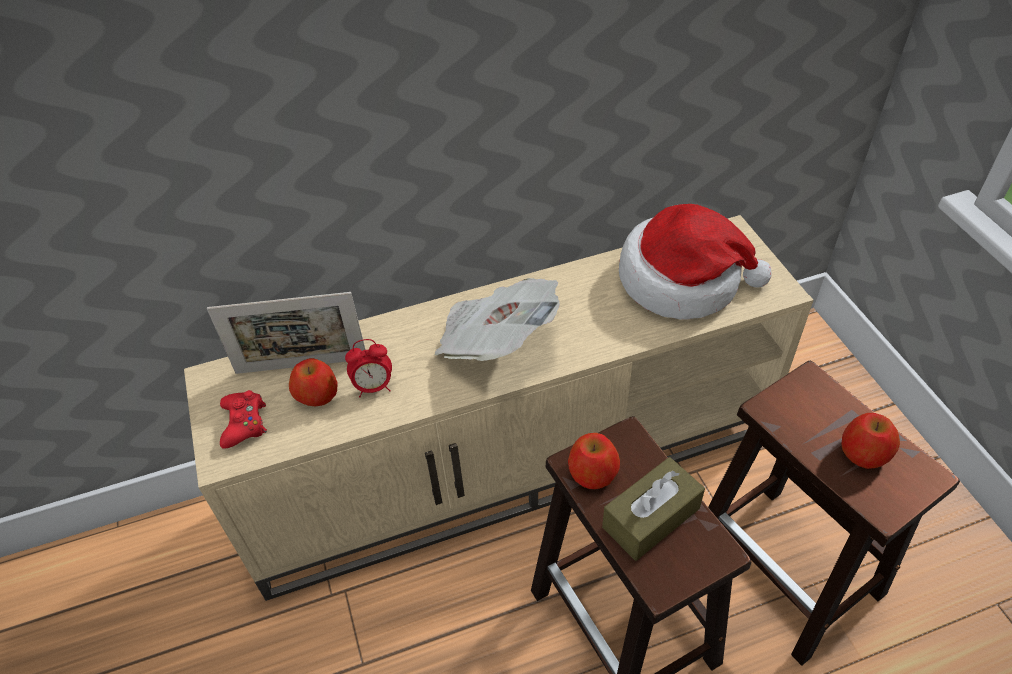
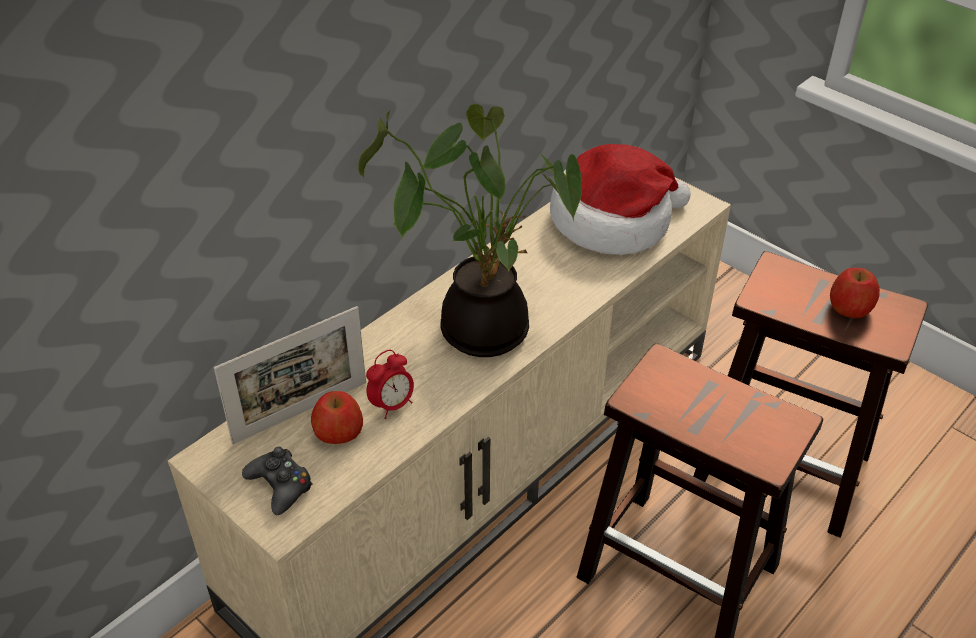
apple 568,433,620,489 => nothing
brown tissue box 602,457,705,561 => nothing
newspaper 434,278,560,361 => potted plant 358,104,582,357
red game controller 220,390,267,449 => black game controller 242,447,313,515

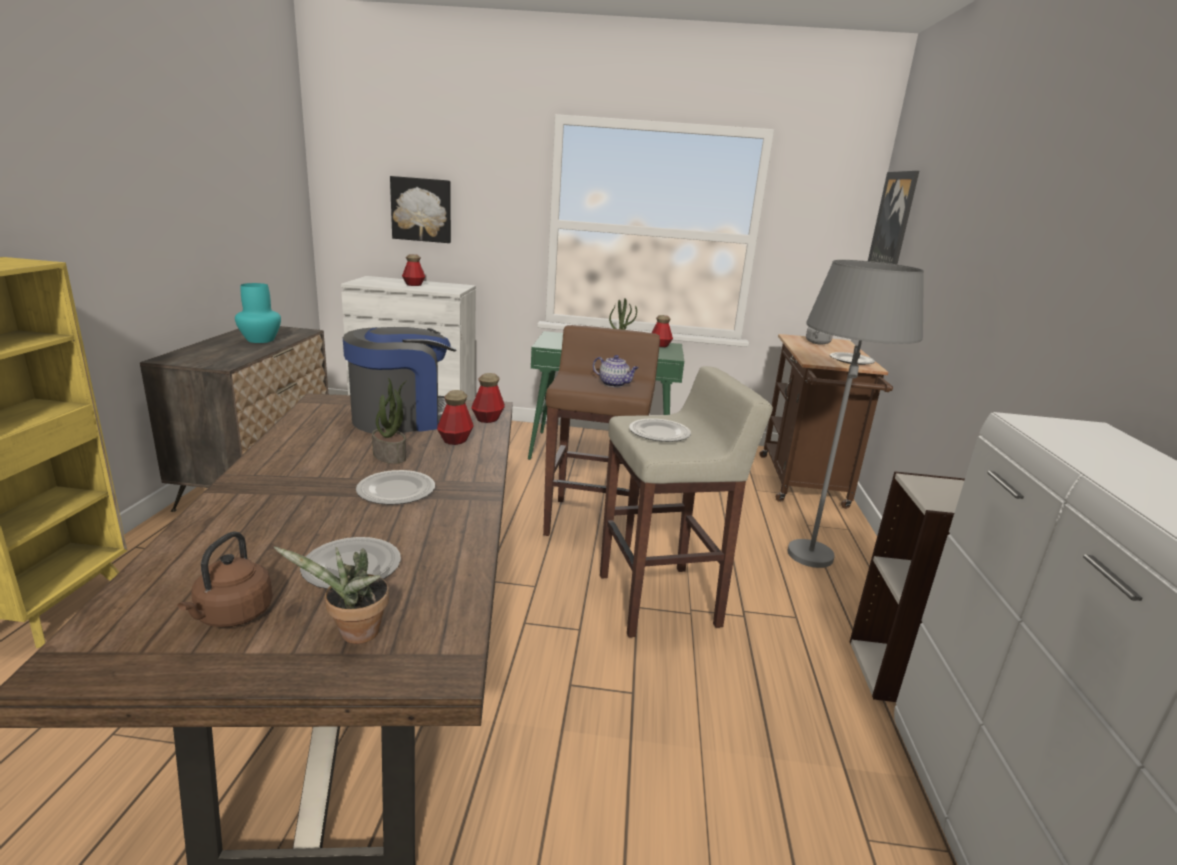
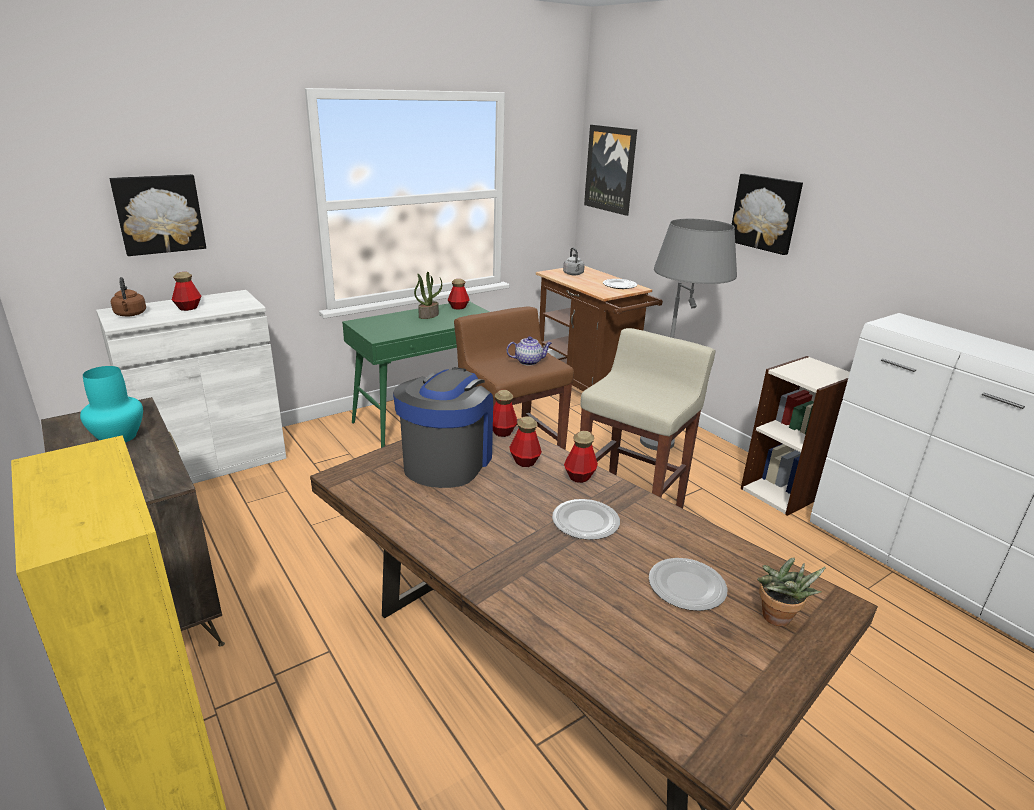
potted plant 372,378,407,464 => nothing
plate 629,418,691,442 => nothing
nothing => bottle 564,431,598,483
nothing => picture 732,174,803,255
brown kettle 177,531,273,627 => brown kettle 111,277,146,316, shifted

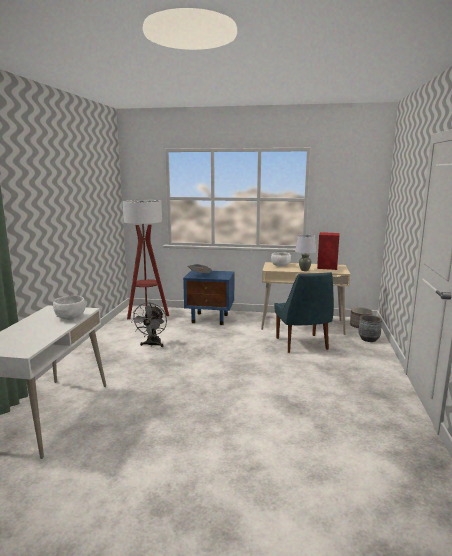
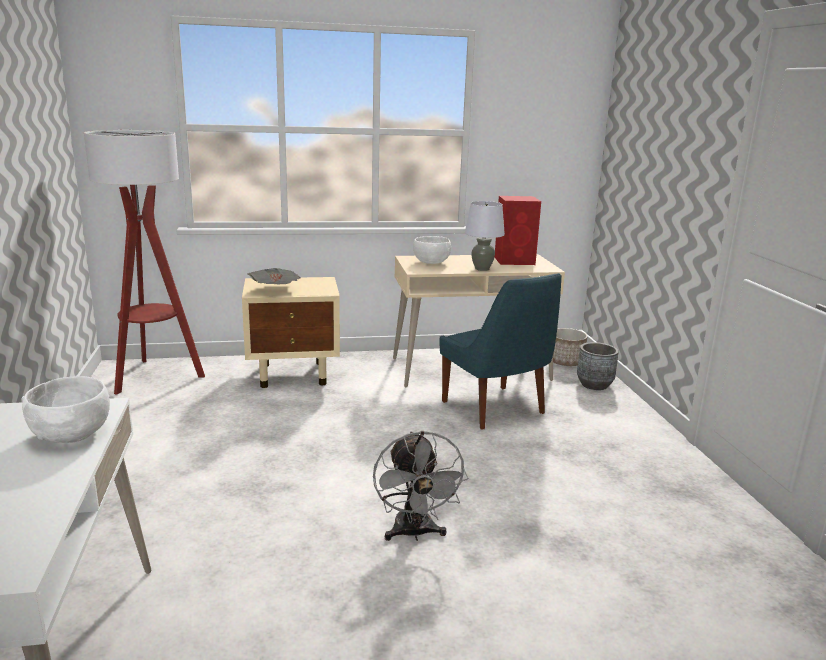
grey fan 131,302,167,347 => grey fan 373,431,468,541, shifted
blue nightstand 183,270,235,325 => beige nightstand 242,277,340,388

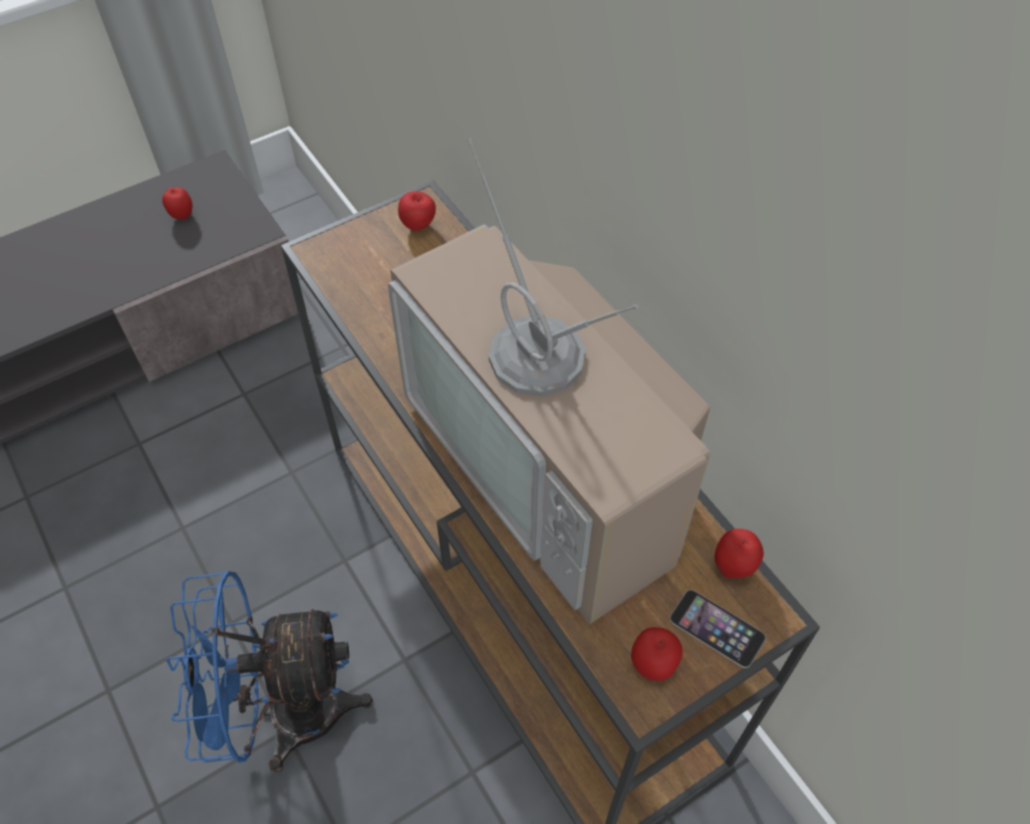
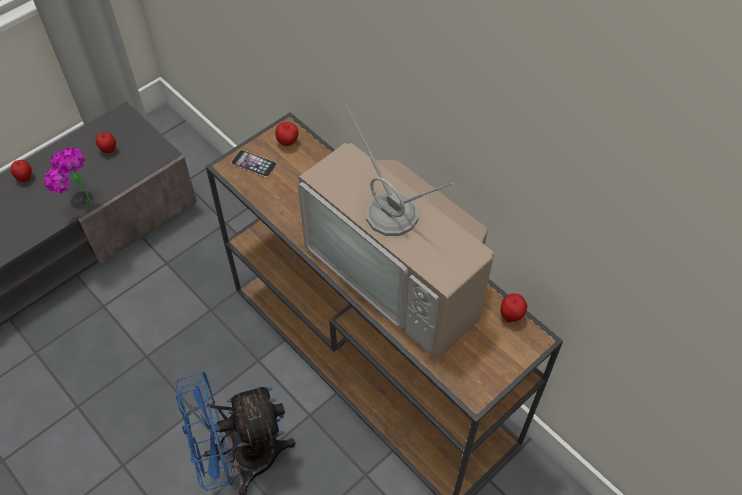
nothing => potted plant 44,147,92,205
apple 631,627,683,681 => apple 10,160,32,182, shifted
phone 670,590,766,668 => phone 231,150,277,177, shifted

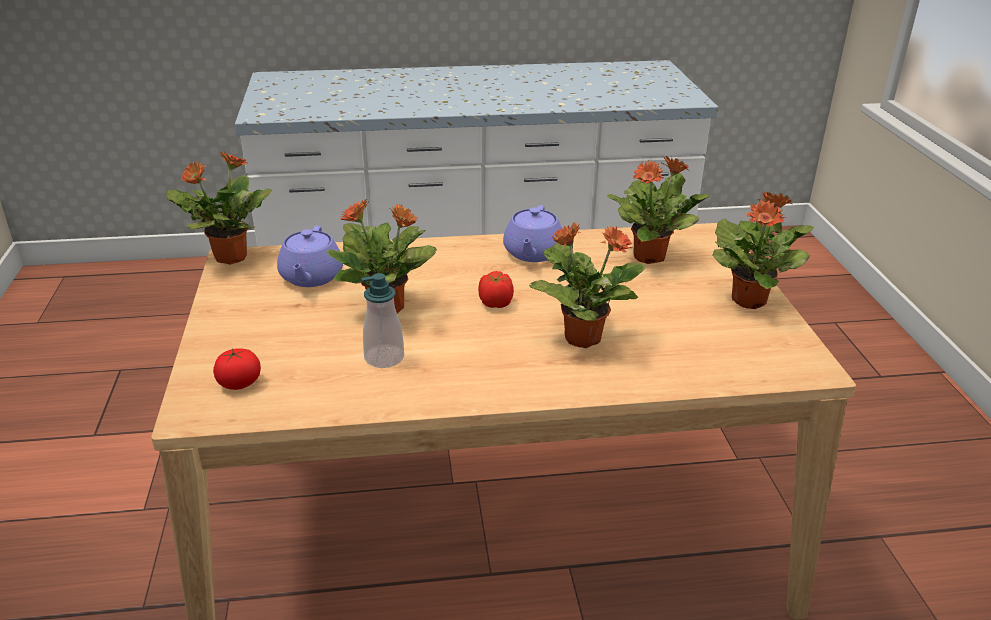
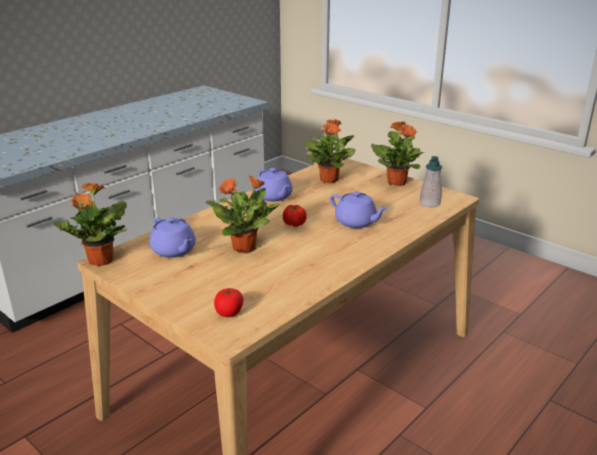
soap dispenser 361,273,404,368 => soap dispenser 420,156,442,207, shifted
potted plant 529,223,645,348 => purple teapot 330,191,388,228

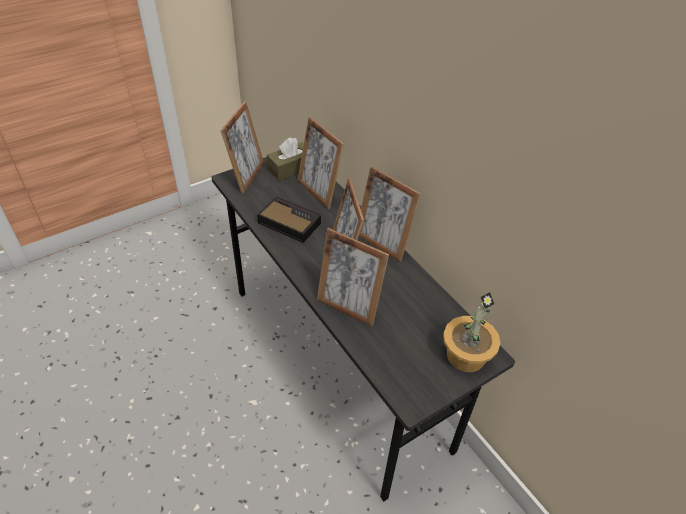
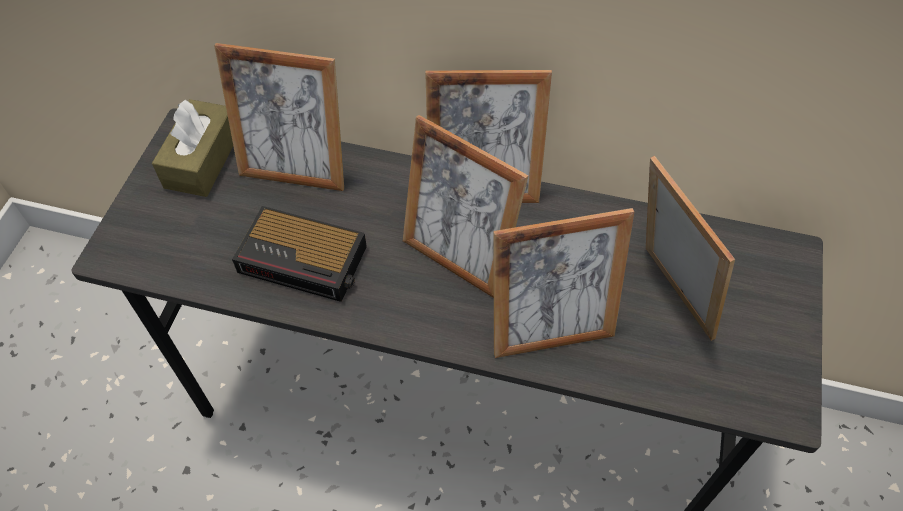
potted plant 443,292,500,372 => nothing
picture frame 220,101,264,194 => picture frame 646,156,735,341, shifted
alarm clock 257,196,321,243 => alarm clock 232,206,367,302, 150 degrees counterclockwise

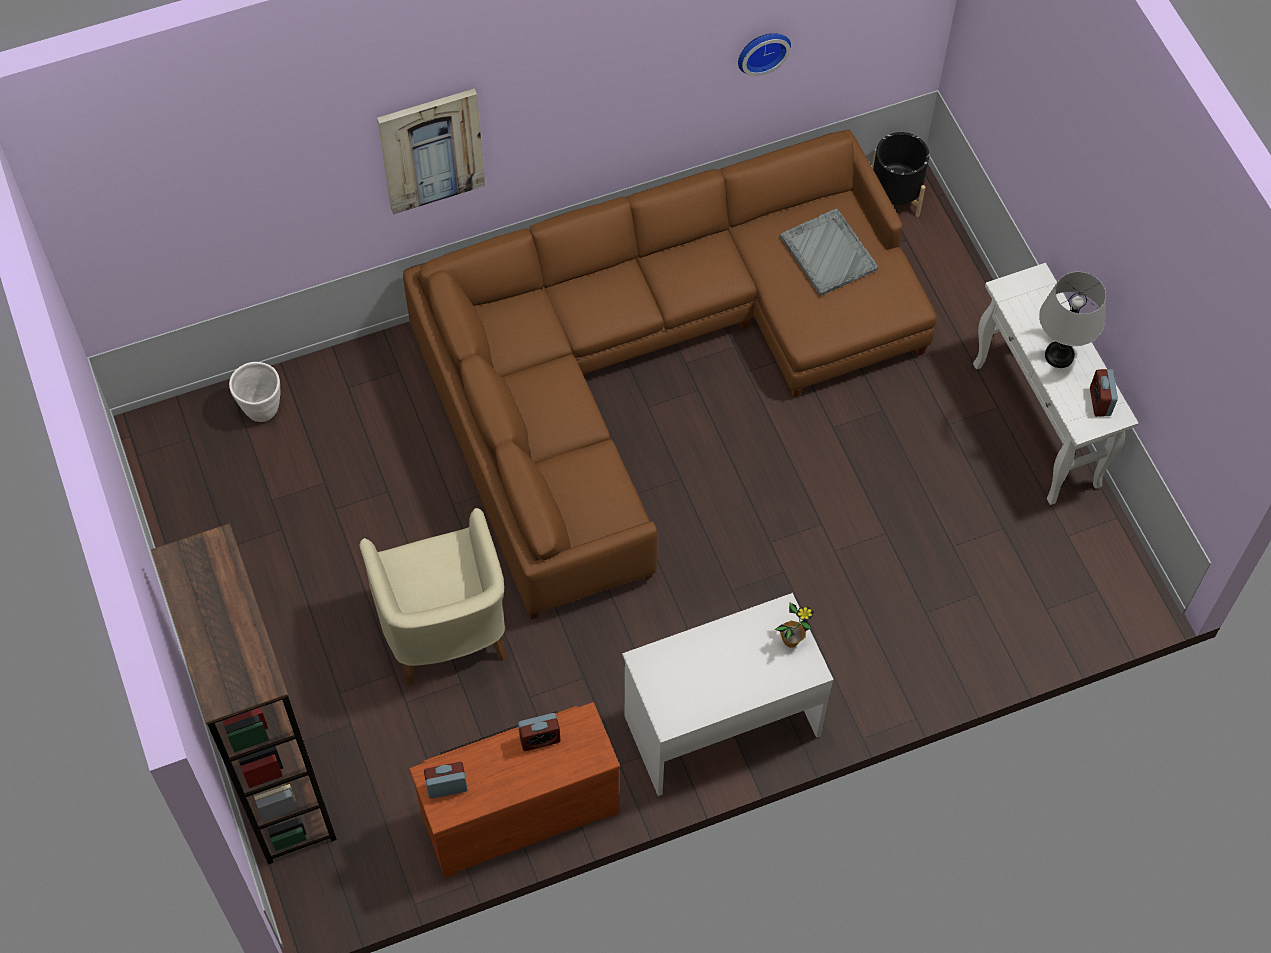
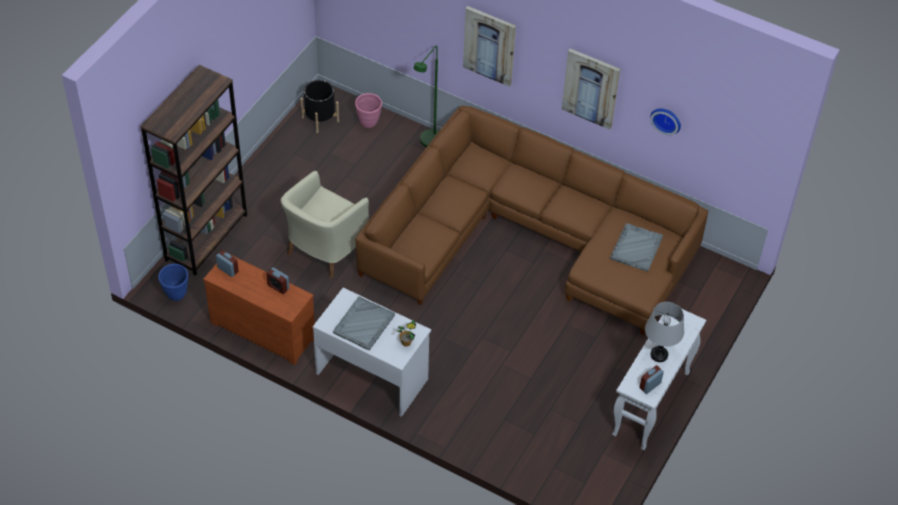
nothing => blue planter 158,264,188,301
nothing => grey tray 333,296,395,351
nothing => green floor lamp 414,46,439,147
nothing => picture 562,49,620,130
black planter 872,132,929,217 => black planter 300,80,339,133, shifted
white planter 229,362,280,422 => pink planter 355,93,382,128

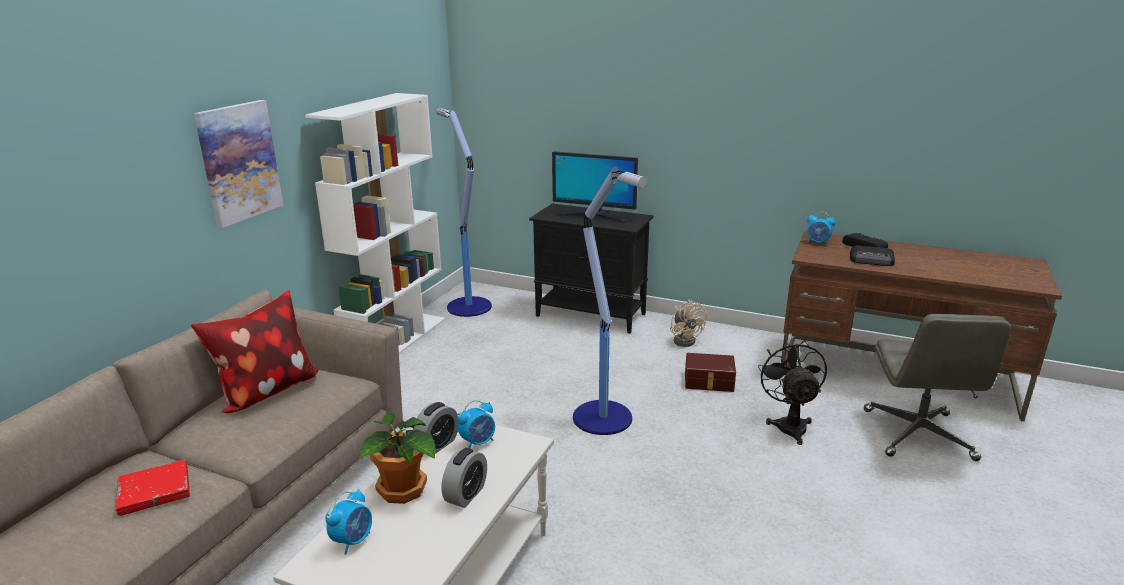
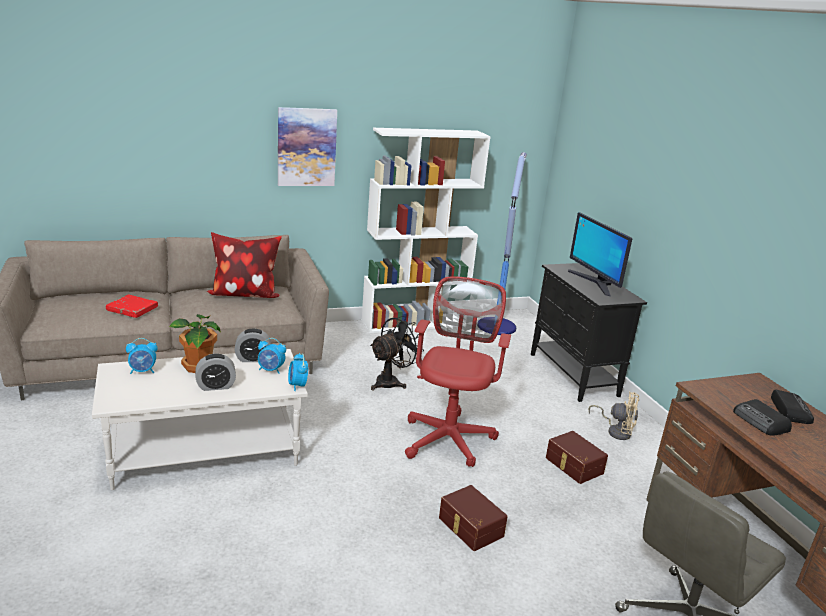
nothing => brown storage box 439,485,508,551
black fan 758,340,827,445 => black fan 370,316,424,391, shifted
alarm clock 807,212,835,246 => alarm clock 288,353,308,391, shifted
floor lamp 573,167,647,435 => red office chair 405,276,511,467
beige fan 670,300,707,347 => beige fan 589,392,639,440, 90 degrees counterclockwise

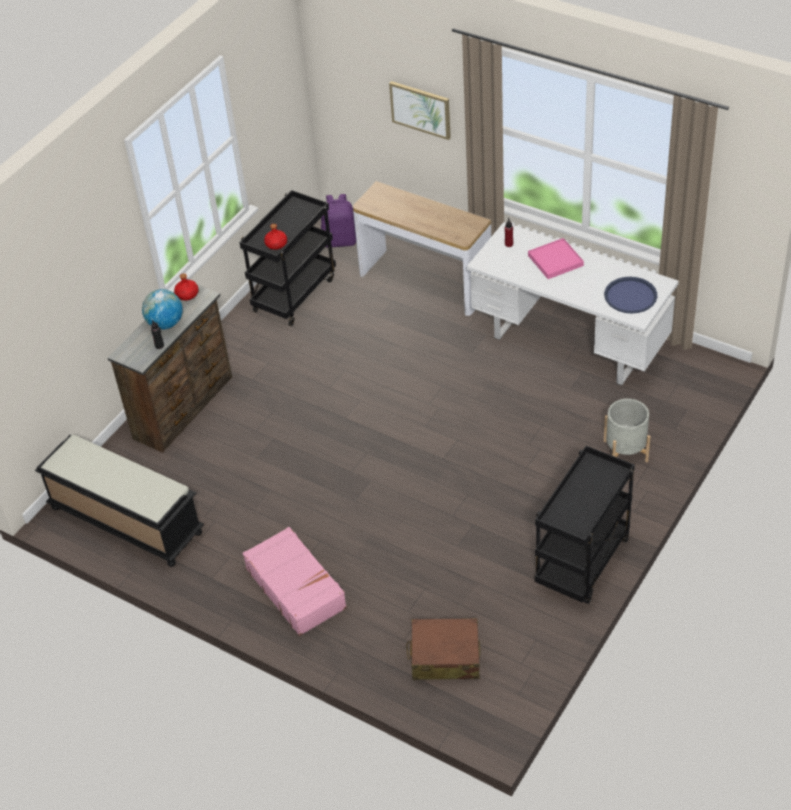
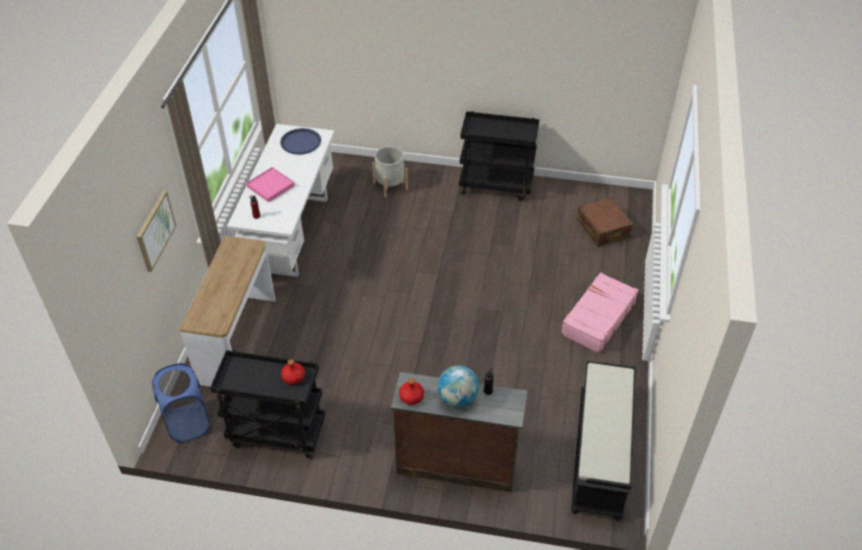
purple backpack 321,194,356,248 => blue laundry basket 151,363,210,443

